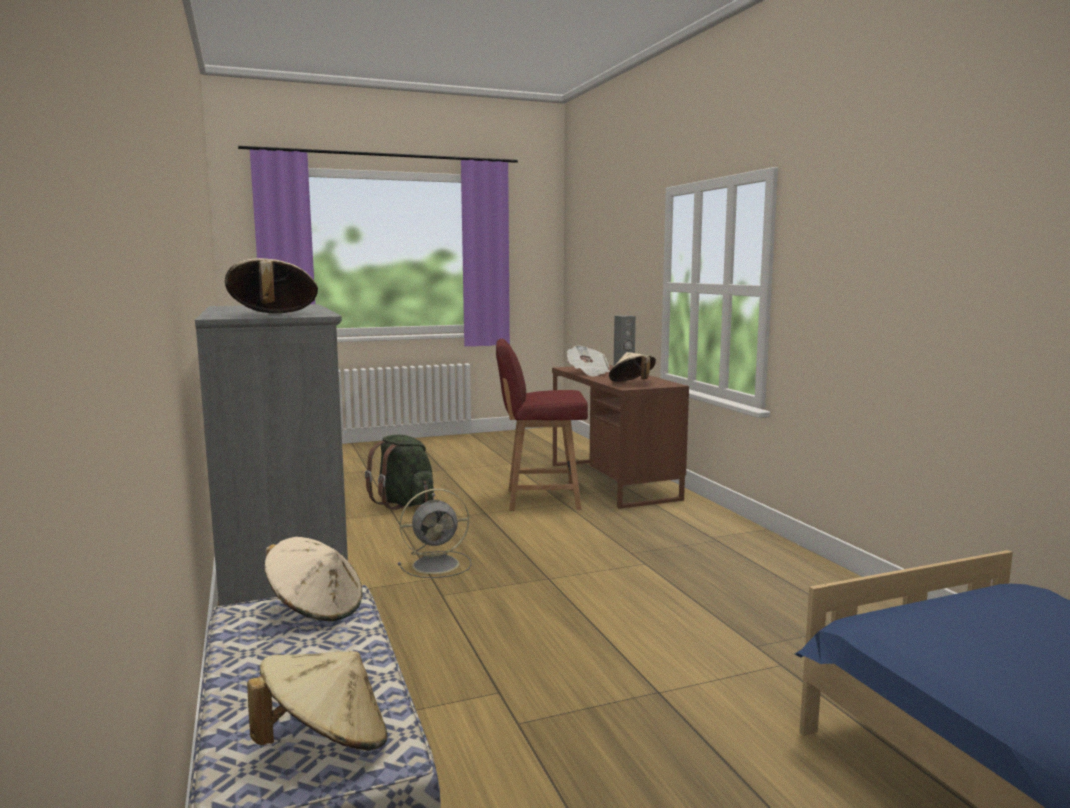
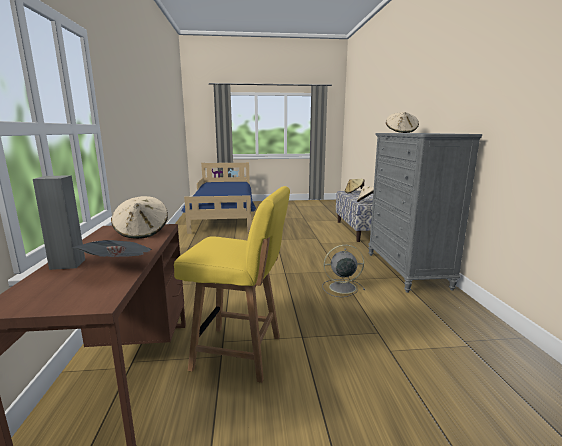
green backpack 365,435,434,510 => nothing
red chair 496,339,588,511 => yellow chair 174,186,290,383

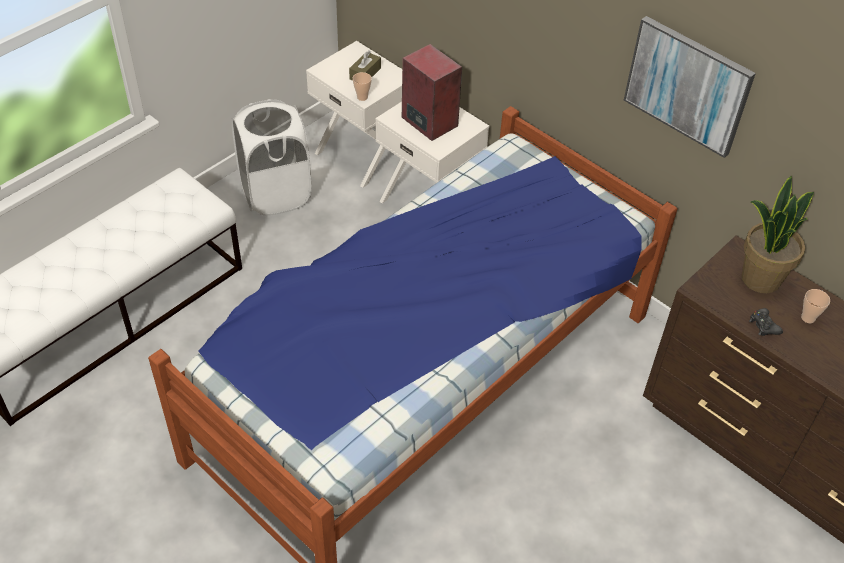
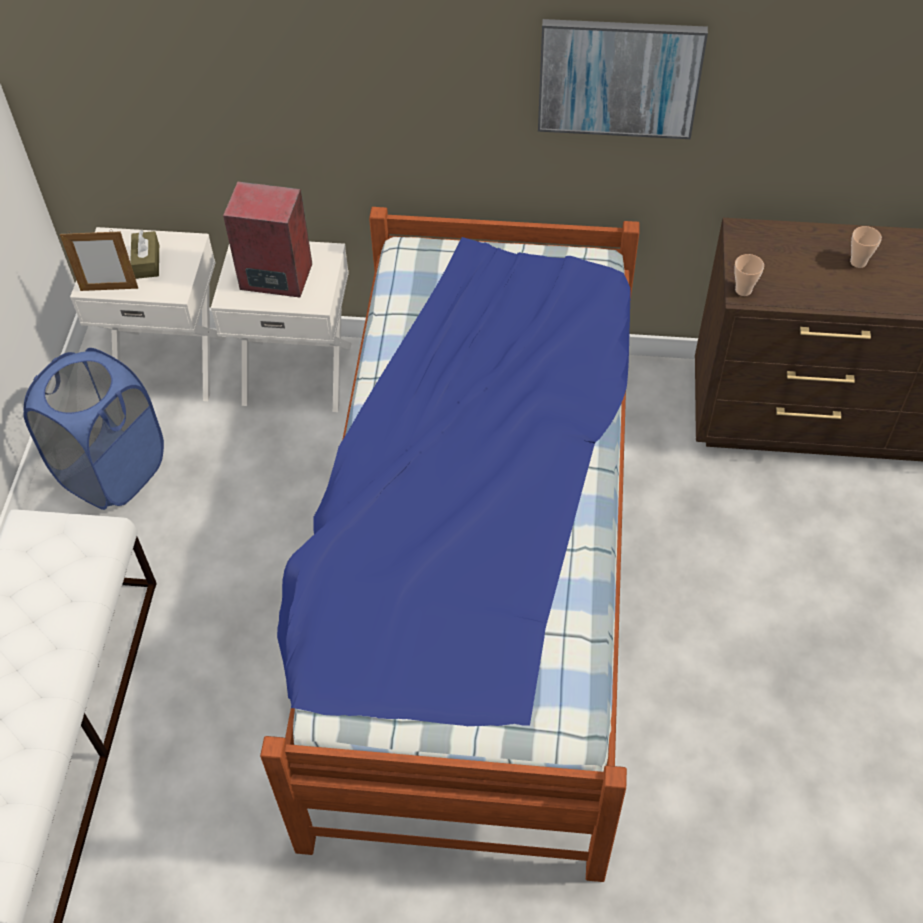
potted plant 742,176,814,293 => nothing
black game controller 749,308,783,336 => nothing
nothing => picture frame 60,230,138,291
cup 353,72,372,101 => cup 734,254,764,296, shifted
white laundry basket 232,99,312,216 => blue laundry basket 23,348,164,510

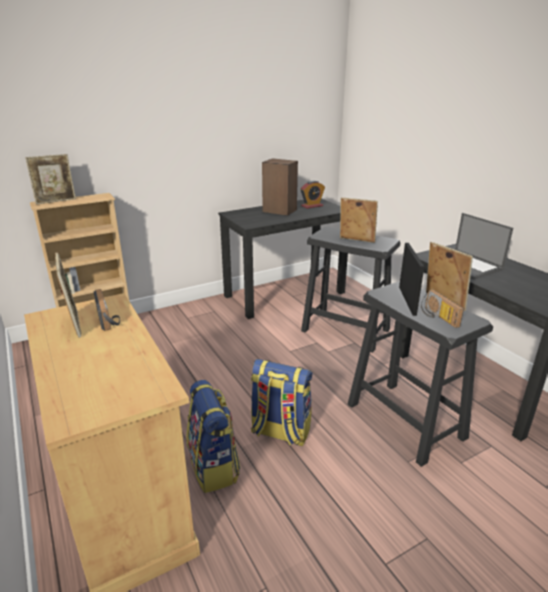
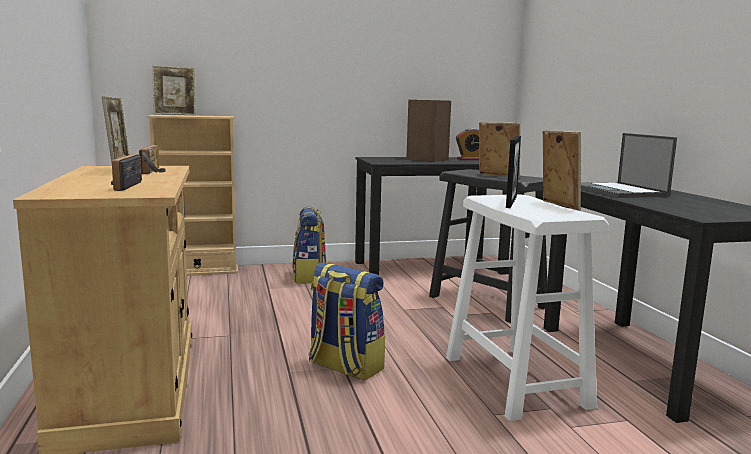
backpack 187,380,241,493 => backpack 292,206,327,283, shifted
radio 421,290,464,328 => radio 111,154,142,191, shifted
black stool 348,281,493,467 => white stool 446,194,609,421

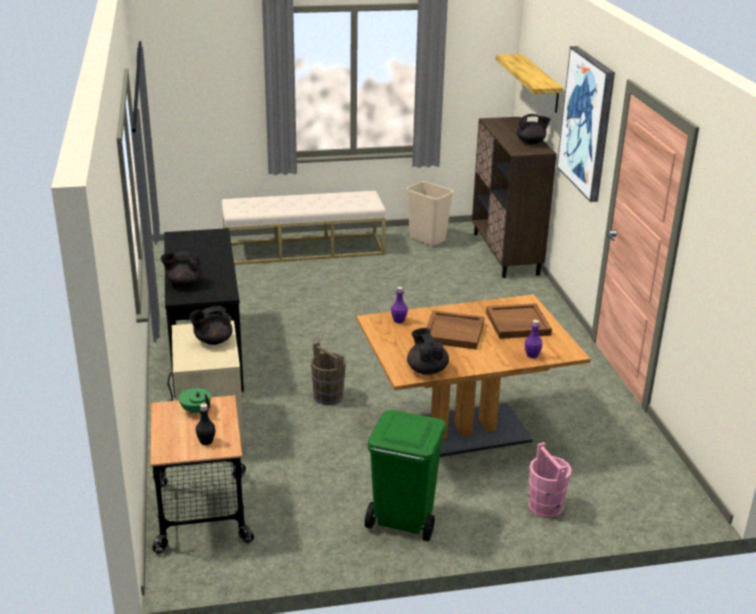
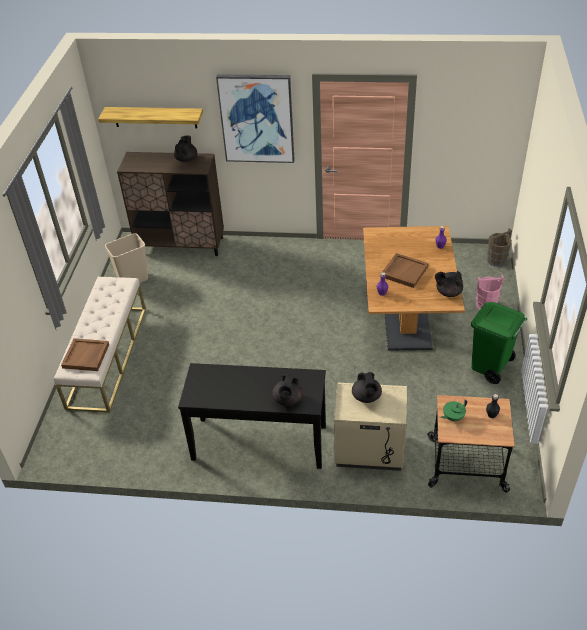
brown bucket 311,342,346,405 => brown bucket 487,228,512,267, shifted
brown tray 486,303,552,339 => brown tray 61,338,109,371, shifted

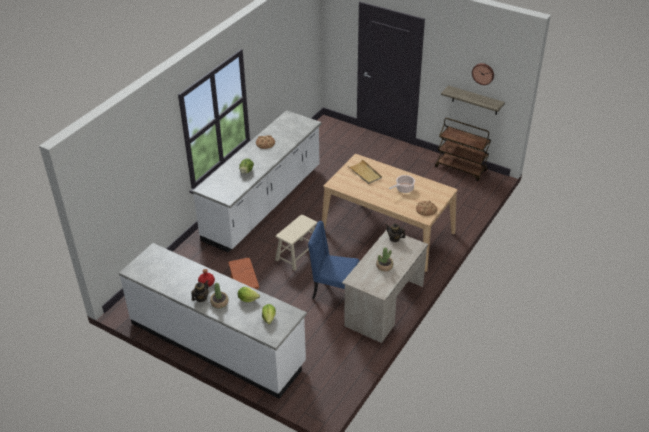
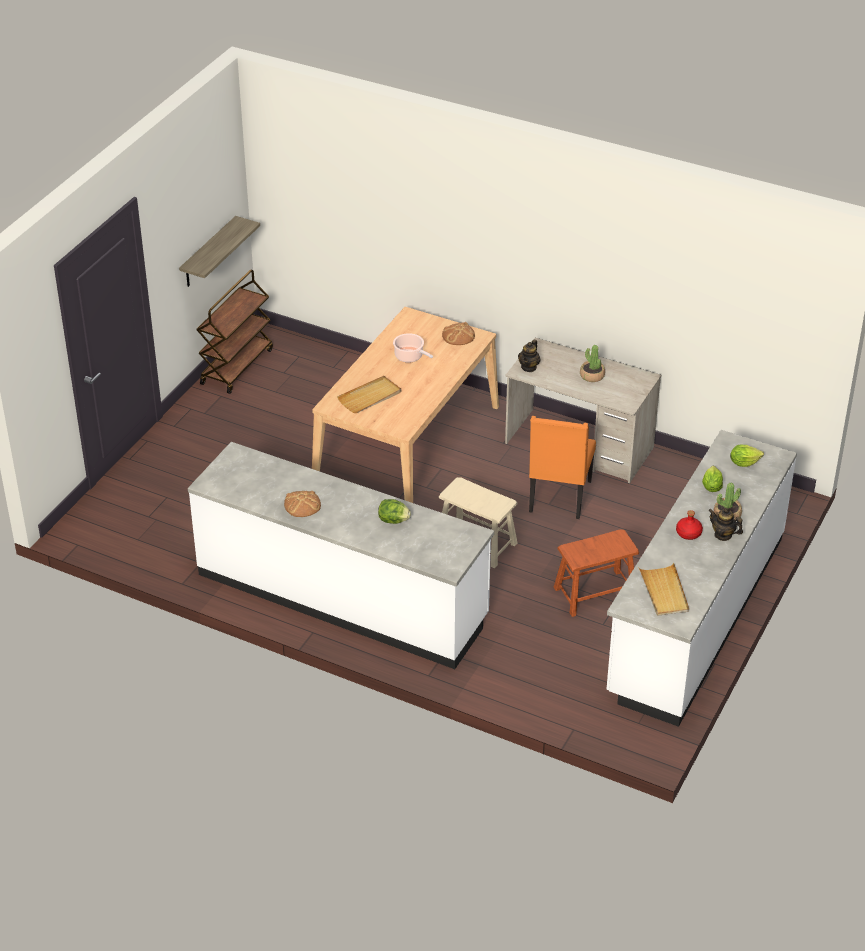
wall clock 472,63,494,85 => nothing
nothing => beige tray 638,563,689,616
blue chair 308,221,359,299 => orange chair 529,416,596,519

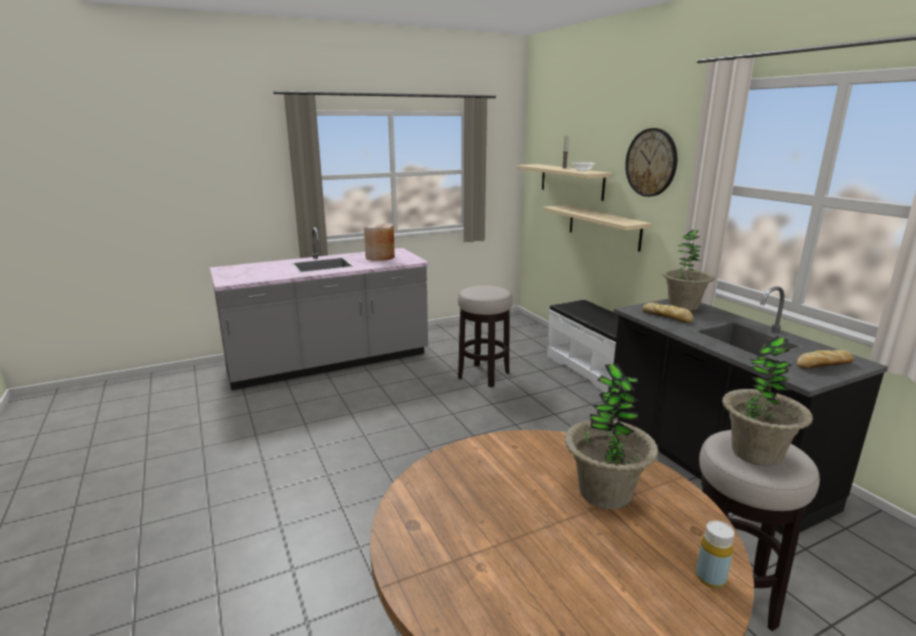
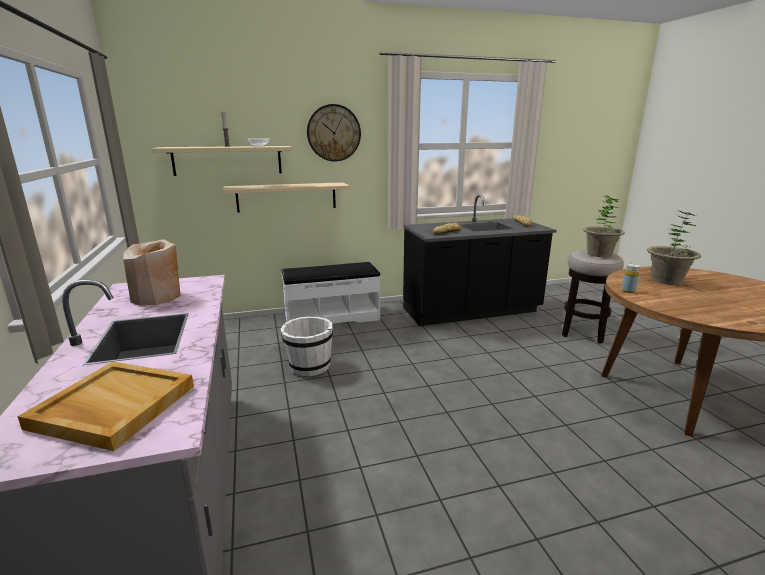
potted plant 662,230,715,311 => nothing
nothing => beige tray 17,361,194,451
yellow bottle 696,520,735,588 => yellow bottle 622,264,640,293, shifted
stool 458,285,513,387 => white bucket 281,317,333,376

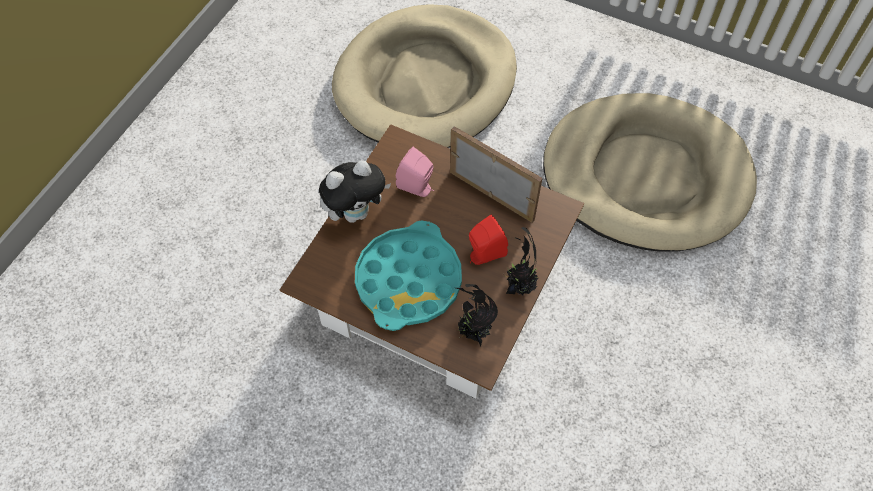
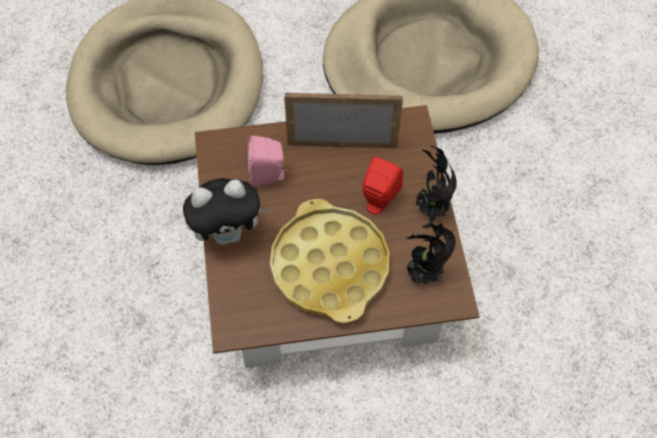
turquoise tray 355,221,462,331 => yellow tray 270,199,390,324
plush toy 319,160,391,223 => plush toy 183,178,270,245, 45 degrees clockwise

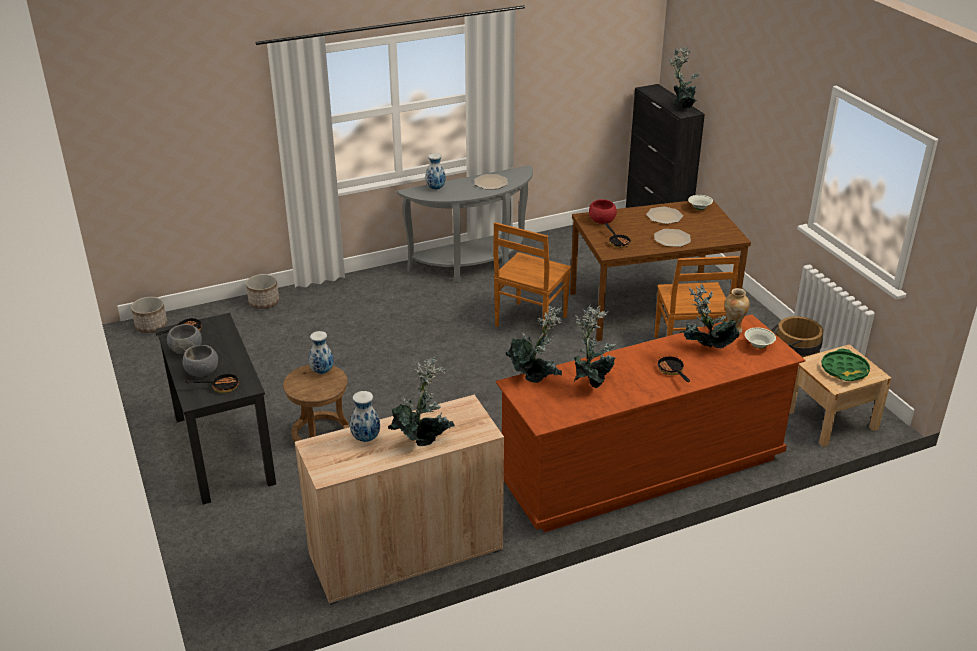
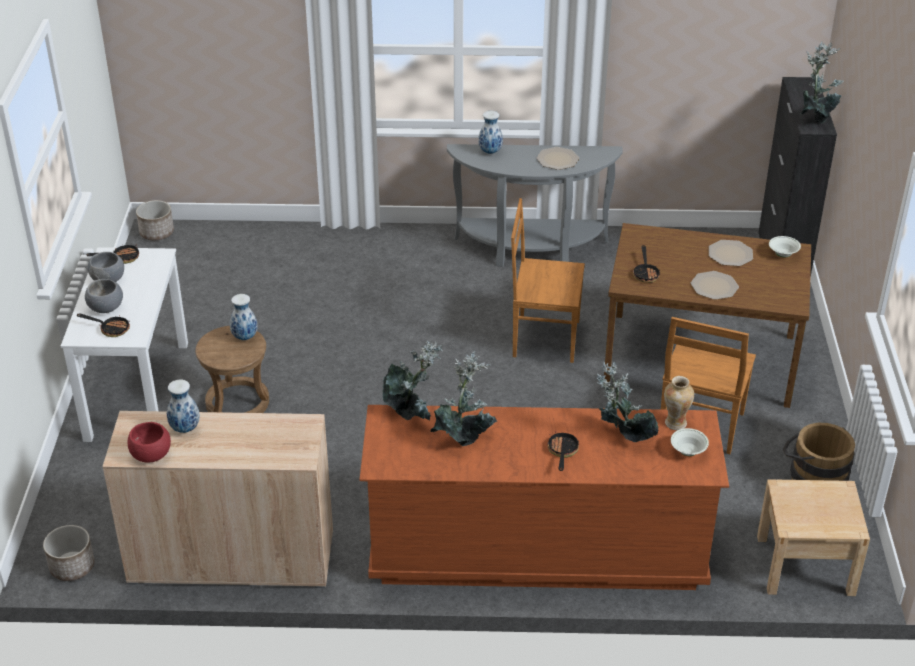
potted plant 388,356,455,446 => nothing
green tray 821,349,870,381 => nothing
planter 246,274,279,309 => planter 43,525,95,581, shifted
red bowl 589,199,617,224 => red bowl 128,422,171,462, shifted
black desk 156,313,276,505 => white desk 61,247,188,442
brown chair 493,222,571,330 => brown chair 511,198,585,363, 45 degrees clockwise

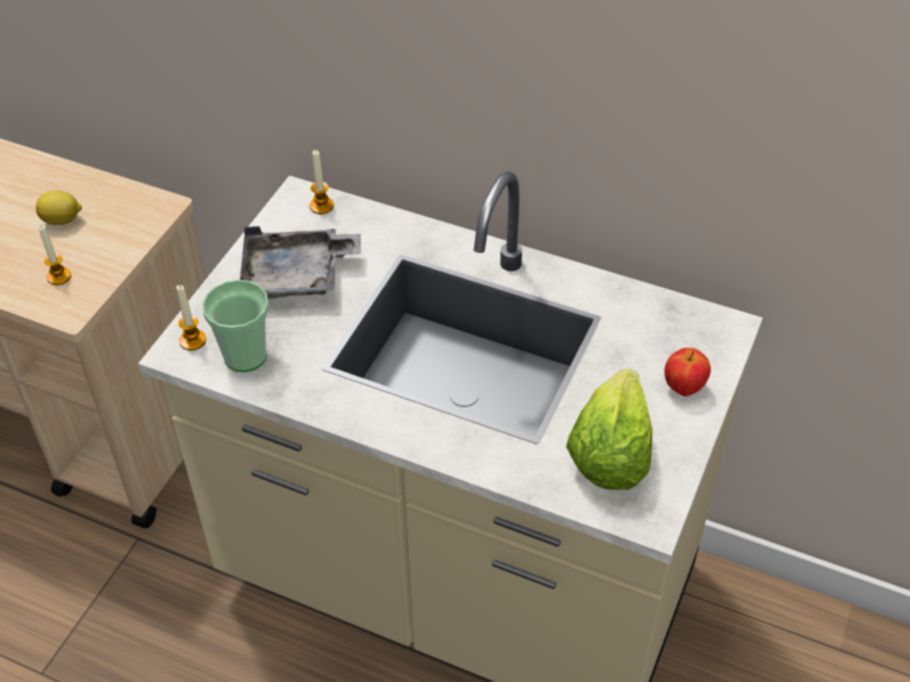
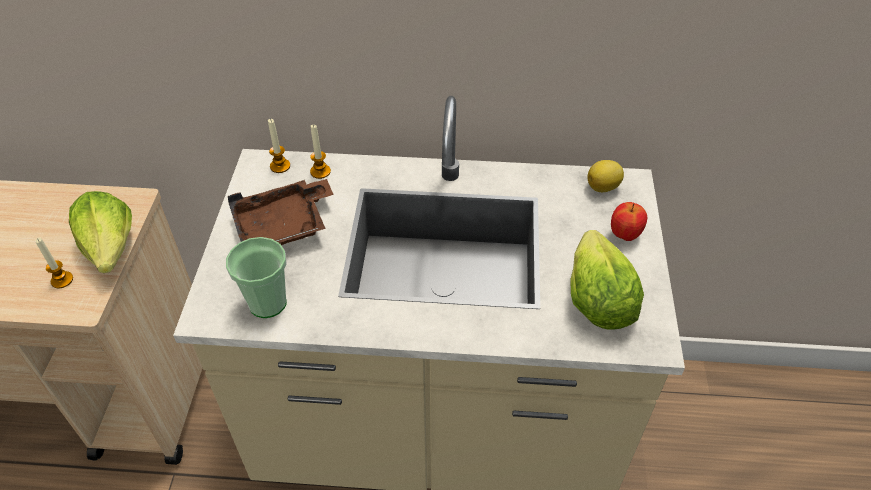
nothing => lettuce 69,191,132,273
lemon 36,190,82,225 => lemon 588,160,624,192, shifted
candle 176,285,206,350 => candle 310,124,331,179, shifted
grey tray 240,226,361,299 => brown tray 228,179,334,245

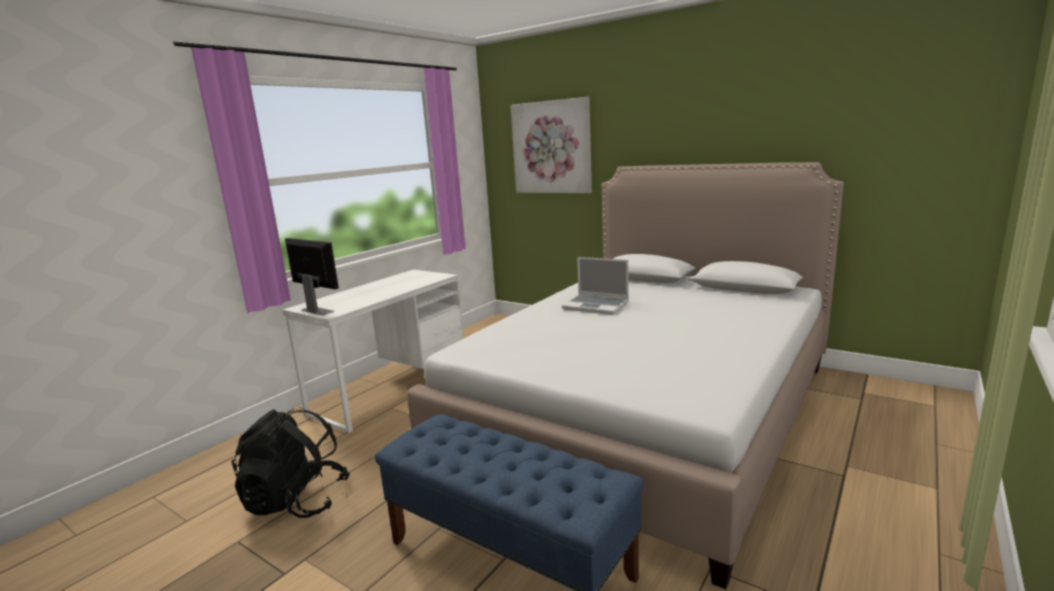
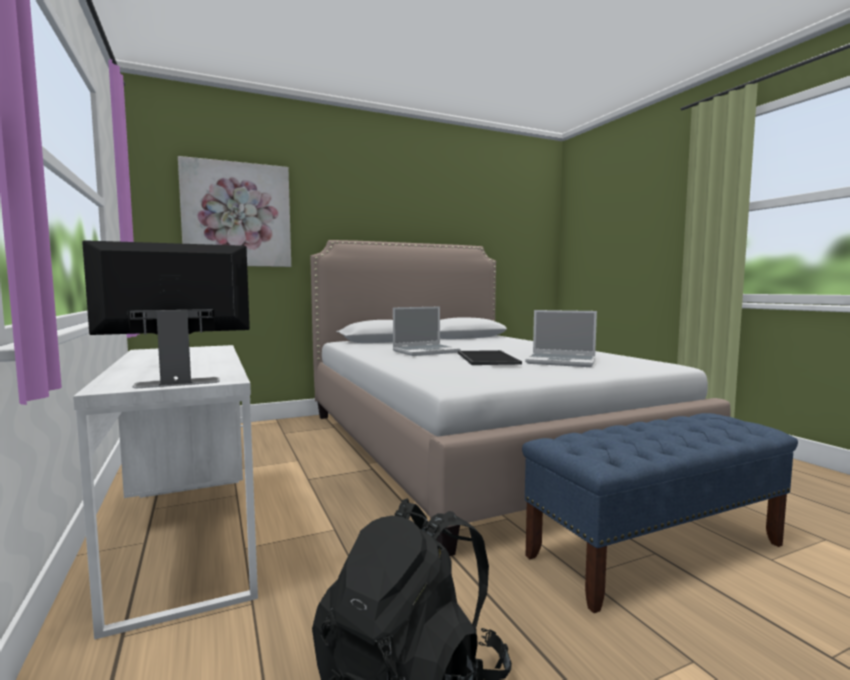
nothing => tray 458,350,522,365
nothing => laptop 525,310,597,367

